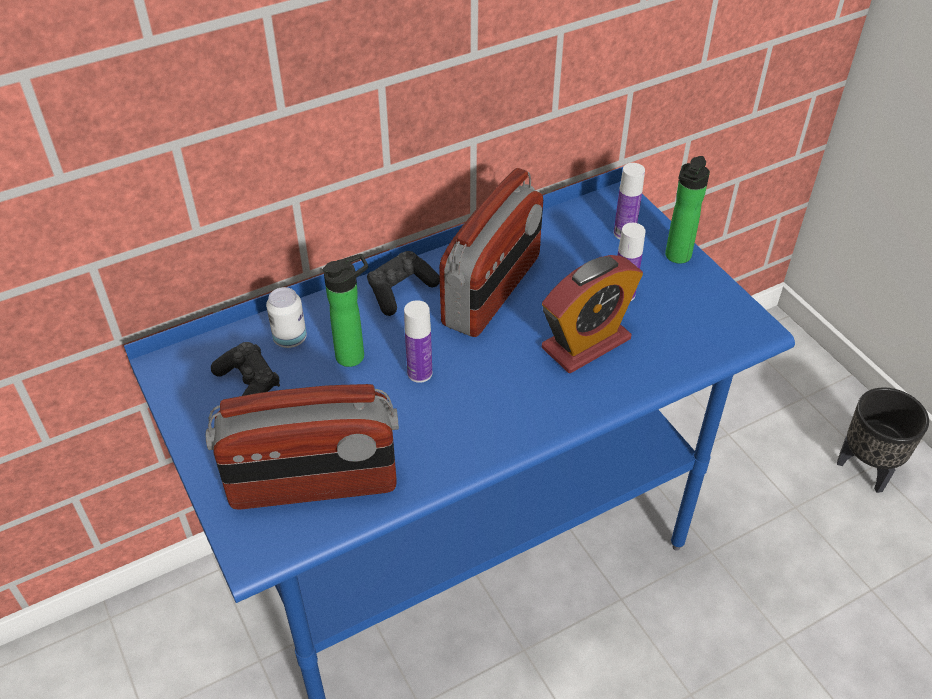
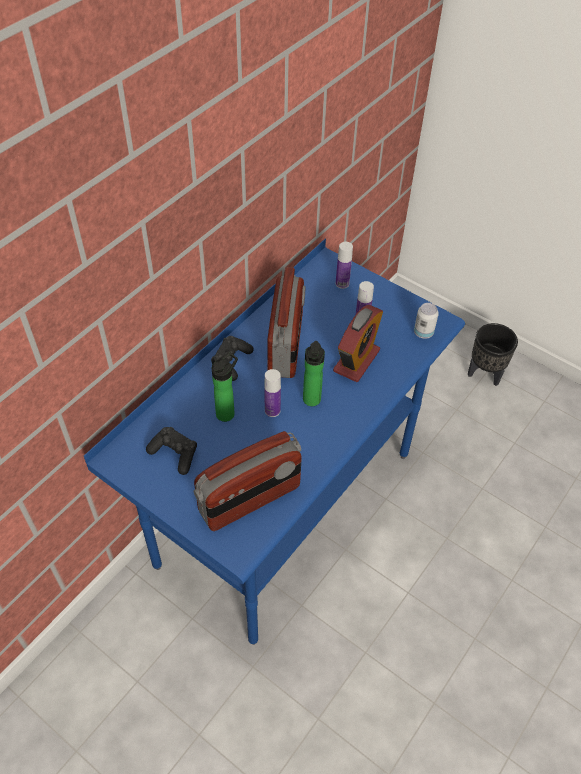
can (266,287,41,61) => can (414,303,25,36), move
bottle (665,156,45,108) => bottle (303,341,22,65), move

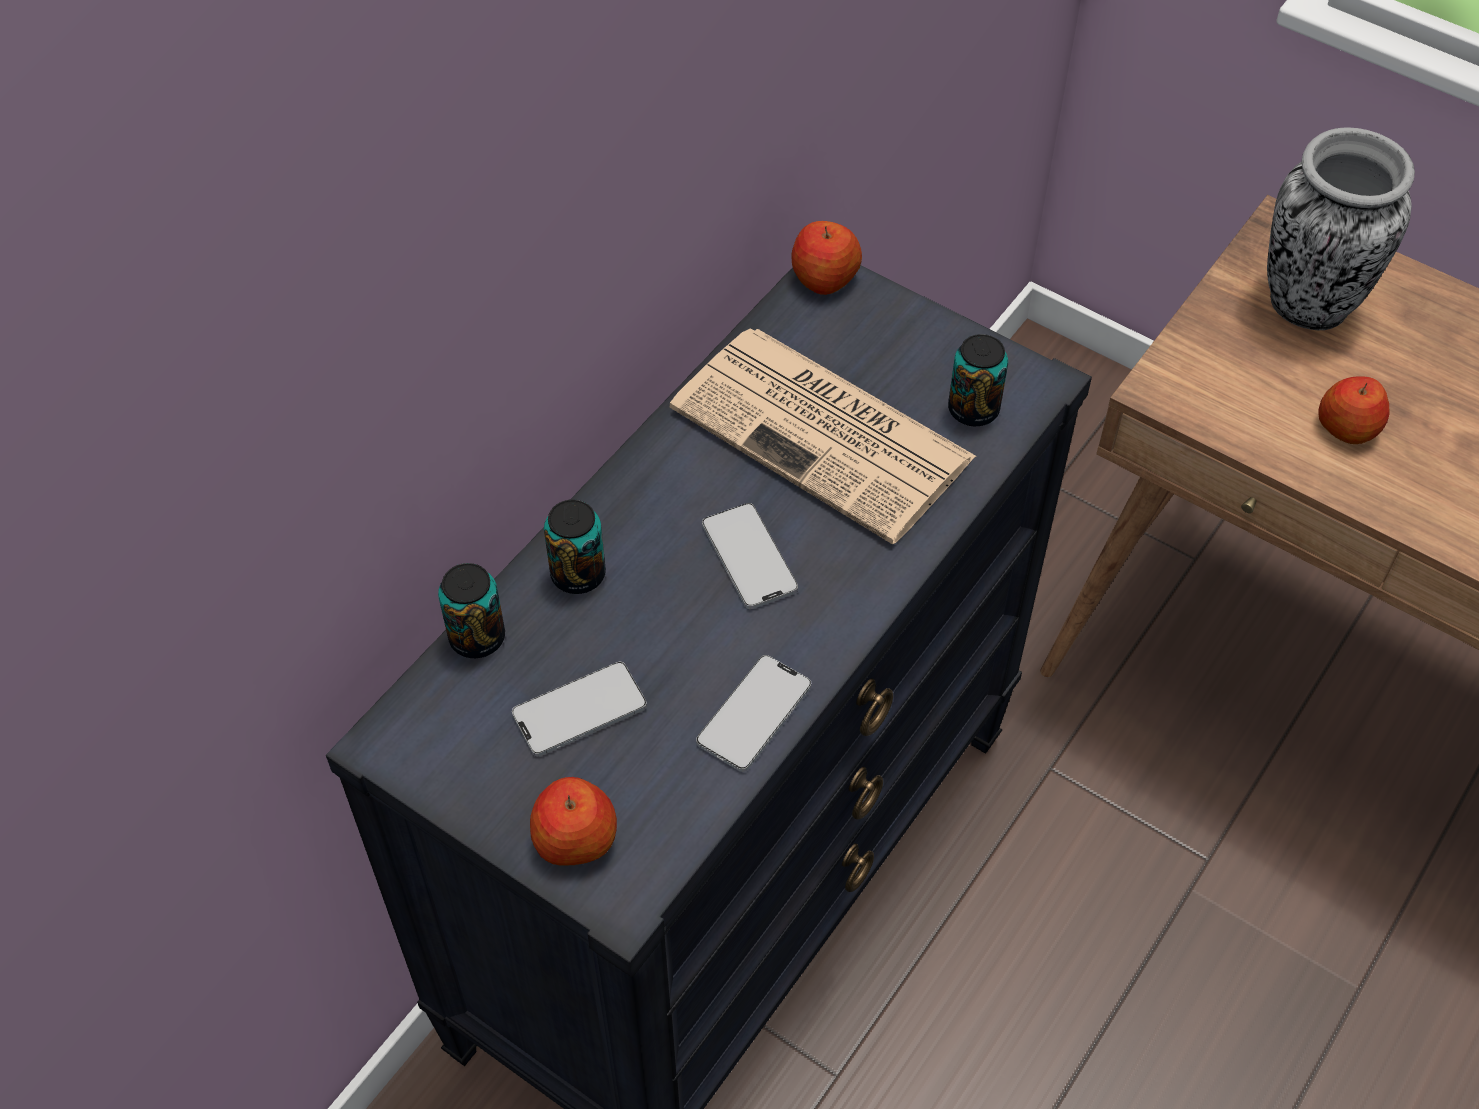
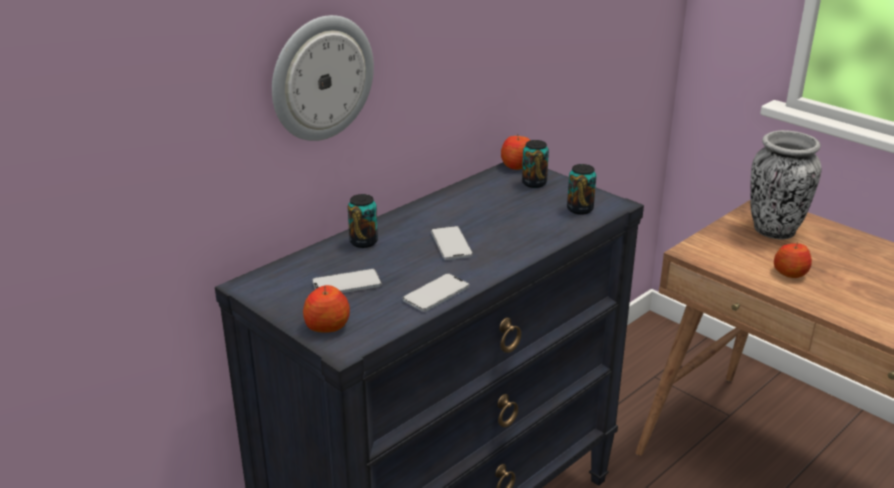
newspaper (670,328,306,216) => nothing
nothing => wall clock (272,15,102,126)
can (438,563,67,95) => can (522,140,27,48), move

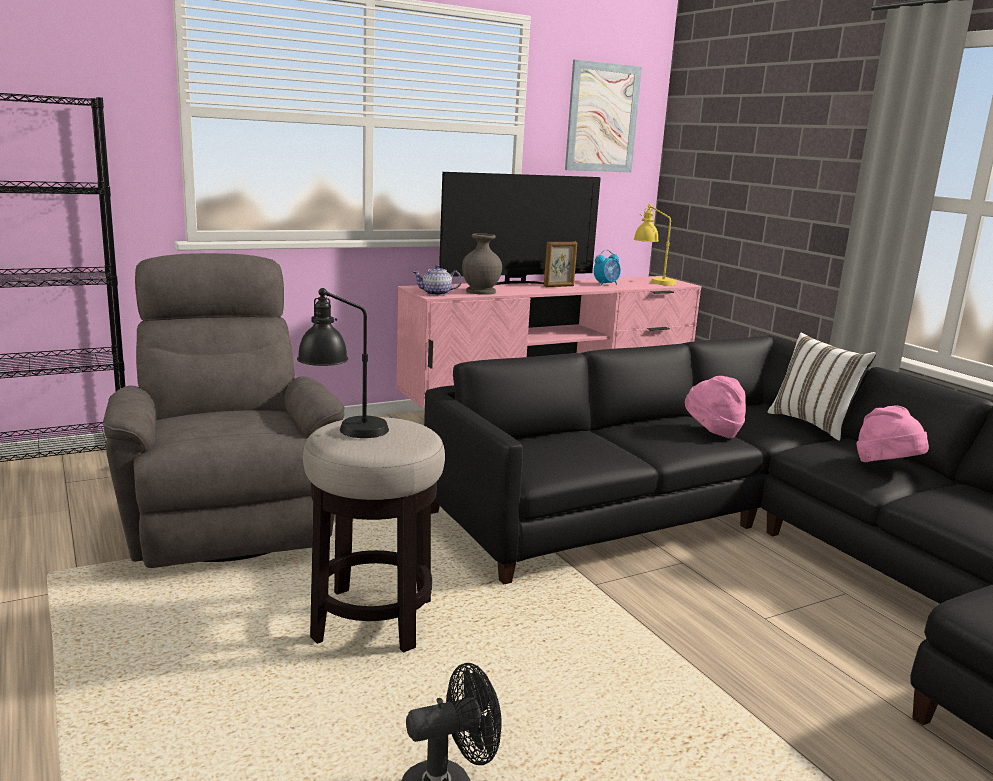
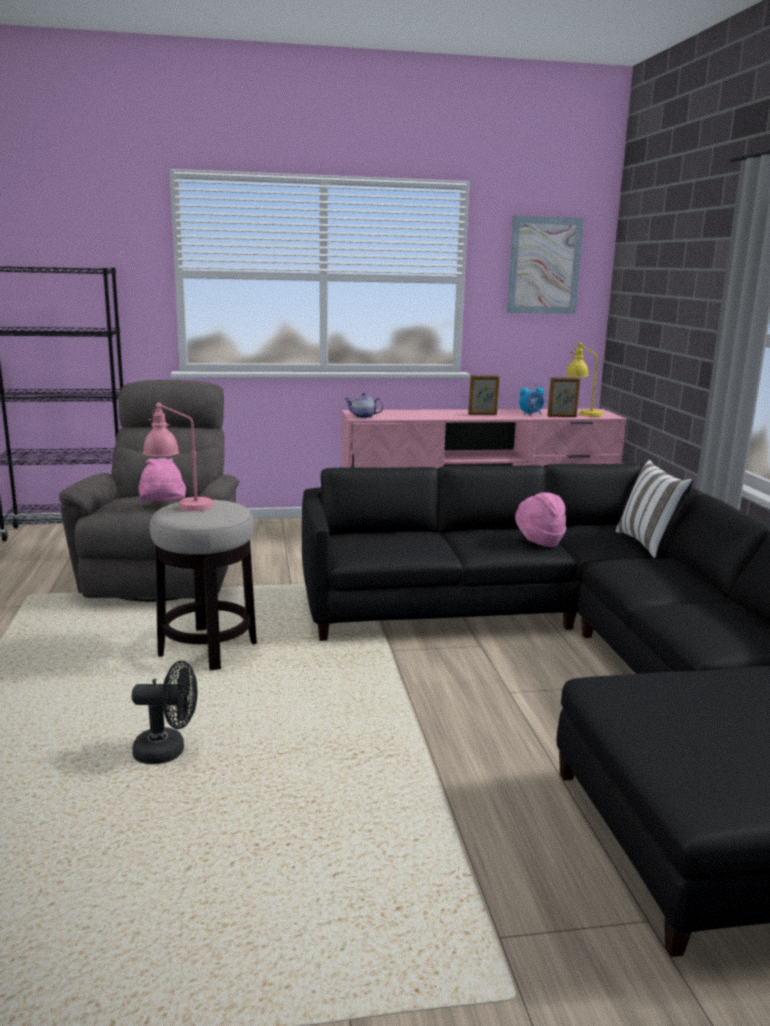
television (439,172,162,113) => nothing
grey vase (462,233,40,62) => nothing
nothing => picture frame (547,377,33,40)
pink hat (856,405,73,57) => pink hat (138,458,48,43), move
black table lamp (297,288,92,150) => pink table lamp (143,402,71,109)

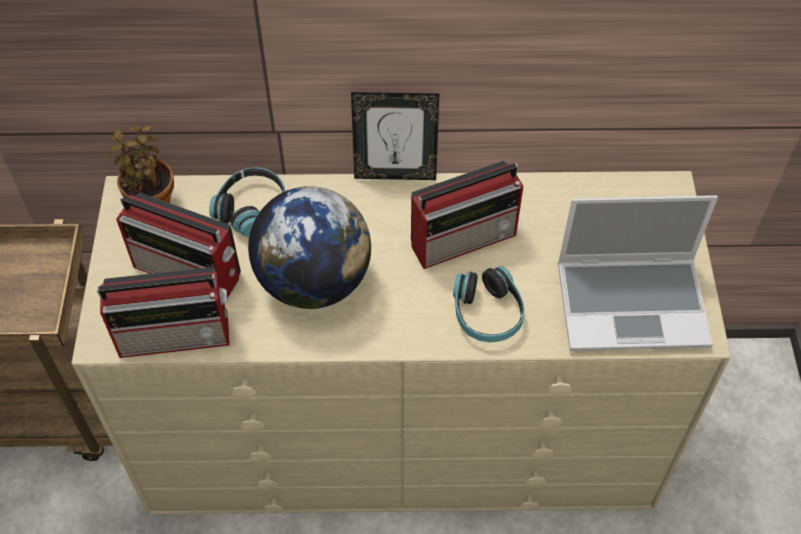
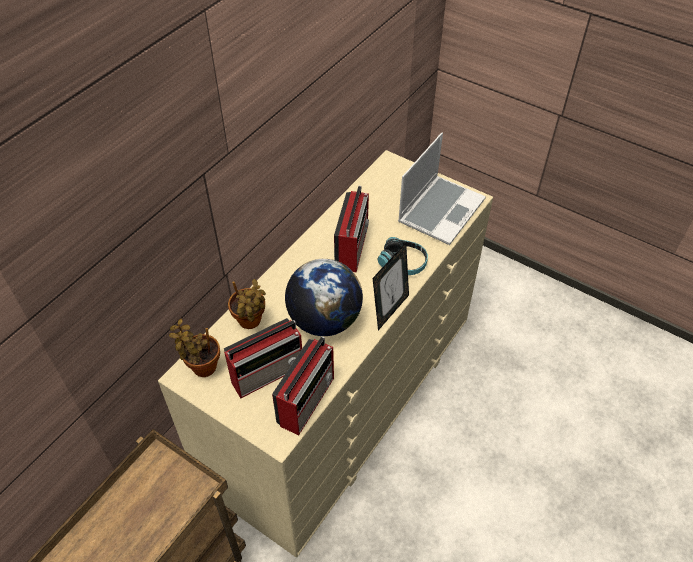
picture frame (351,92,88,88) => picture frame (373,243,36,87), move
headphones (209,167,76,70) => potted plant (228,279,38,50)

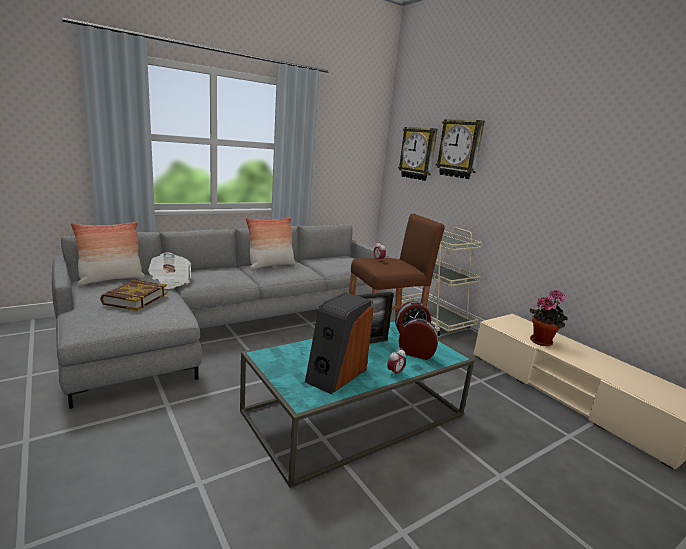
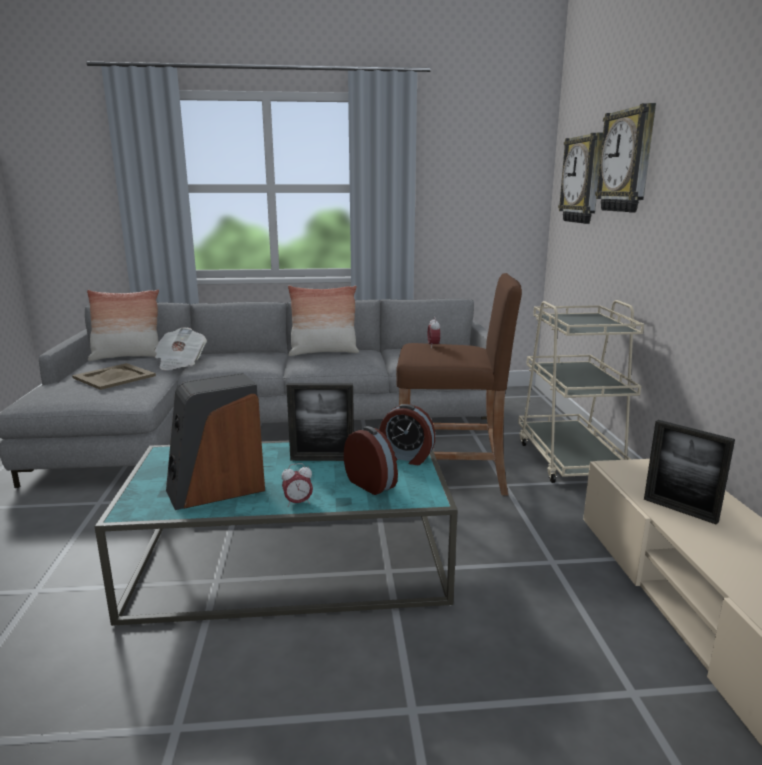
book (100,280,67,31) => beige tray (72,363,84,27)
potted plant (530,290,38,56) => picture frame (644,420,91,105)

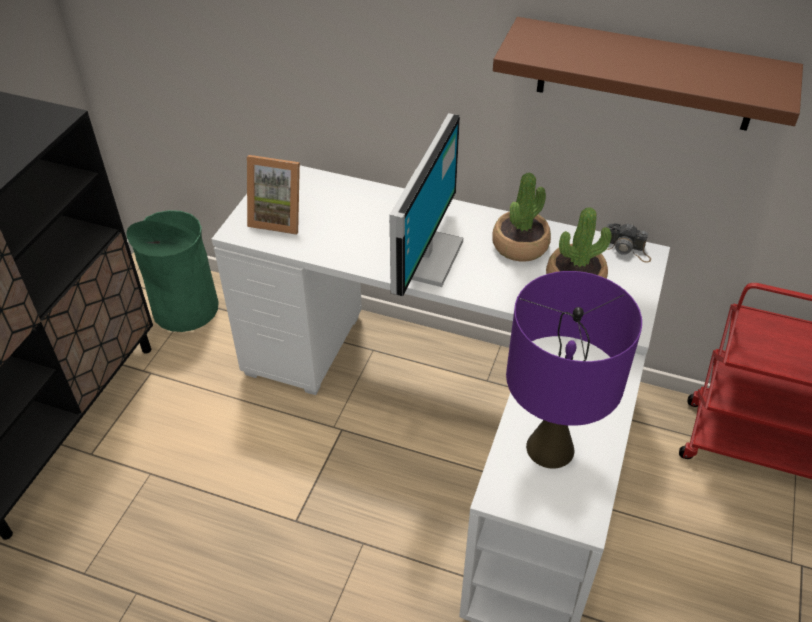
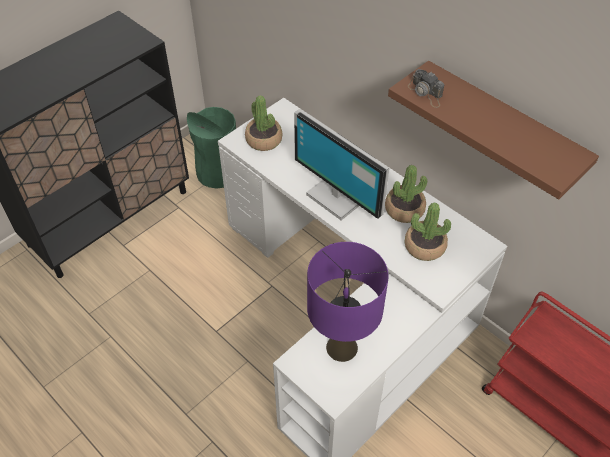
photo camera (607,223,44,39) => photo camera (408,69,36,39), move
picture frame (247,155,53,80) => potted plant (245,95,38,56)
monitor (389,113,74,183) => monitor (294,109,95,111), 90 degrees clockwise

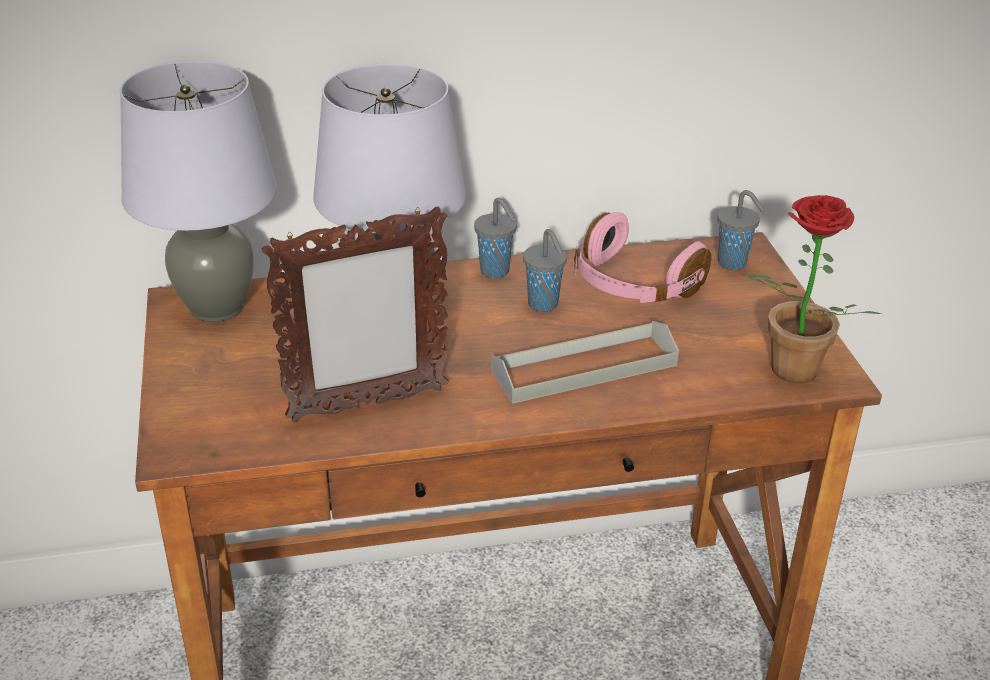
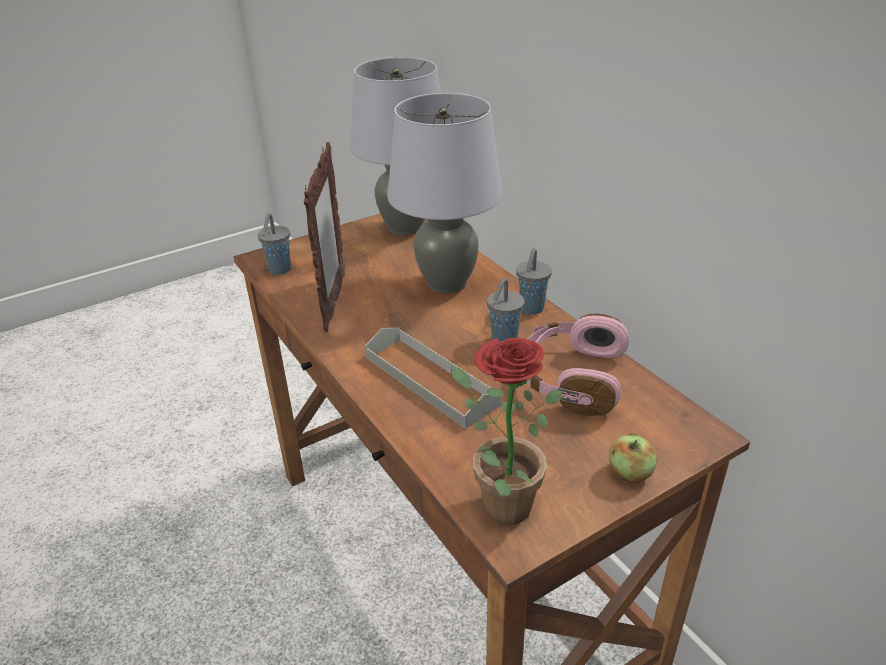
nothing => apple (609,434,48,49)
grey cup (717,190,48,80) => grey cup (258,213,33,62), move
picture frame (262,206,186,216) => picture frame (304,142,41,190), 135 degrees counterclockwise

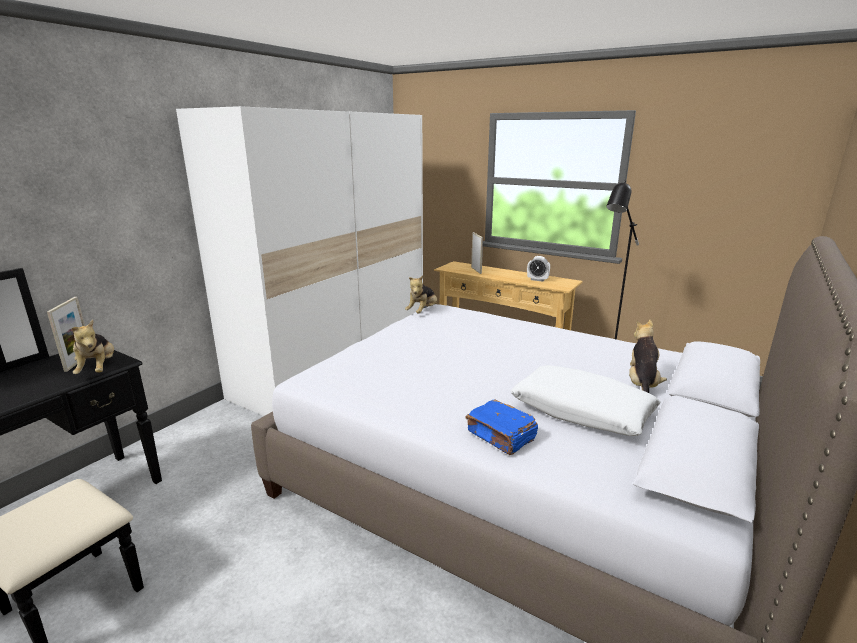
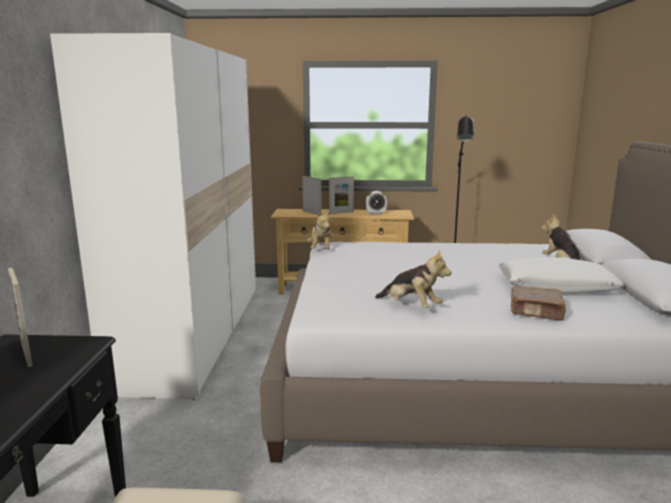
nothing => picture frame (329,176,25,38)
plush toy (71,320,43,54) => plush toy (375,250,76,58), move
blue book (466,400,72,55) => brown book (511,286,55,35)

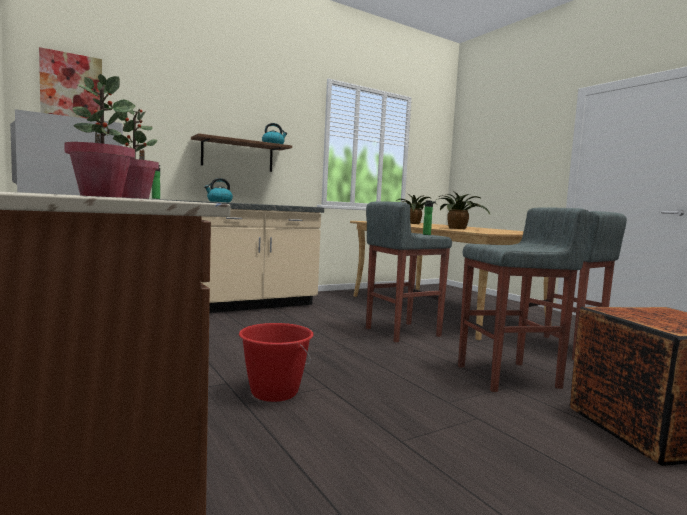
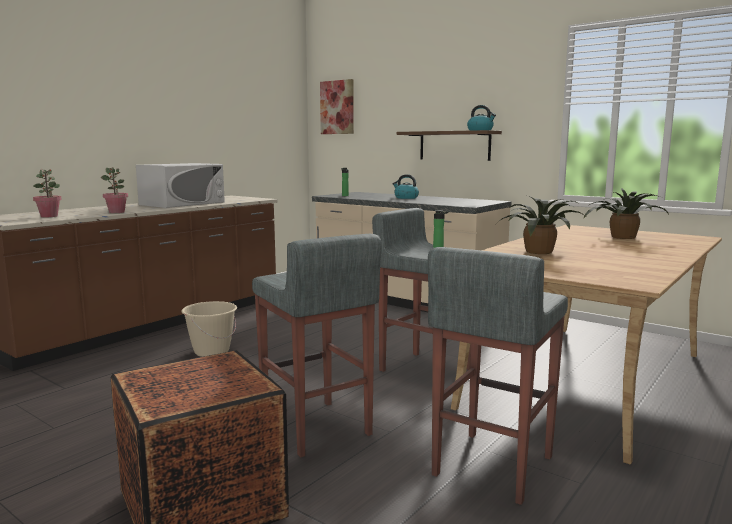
red bucket (239,323,75,79) => beige bucket (182,301,55,56)

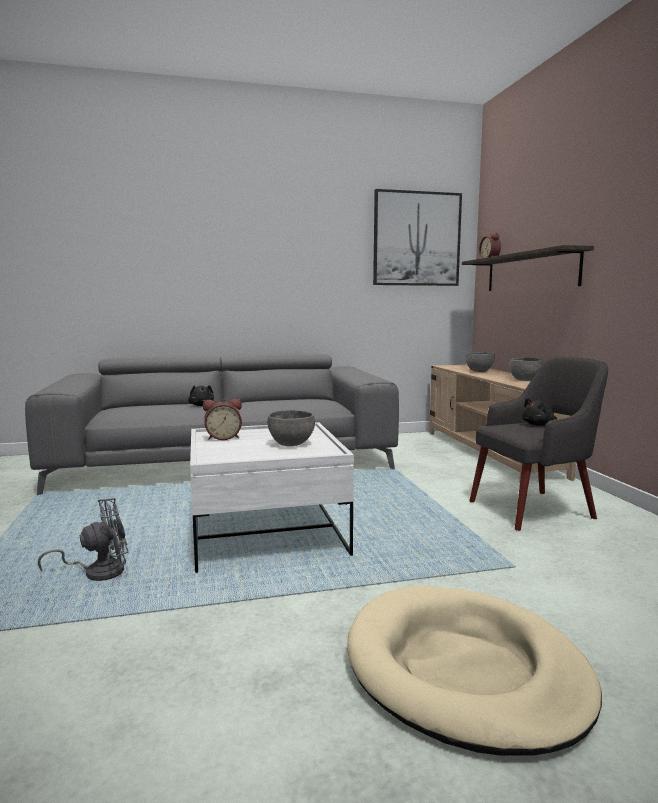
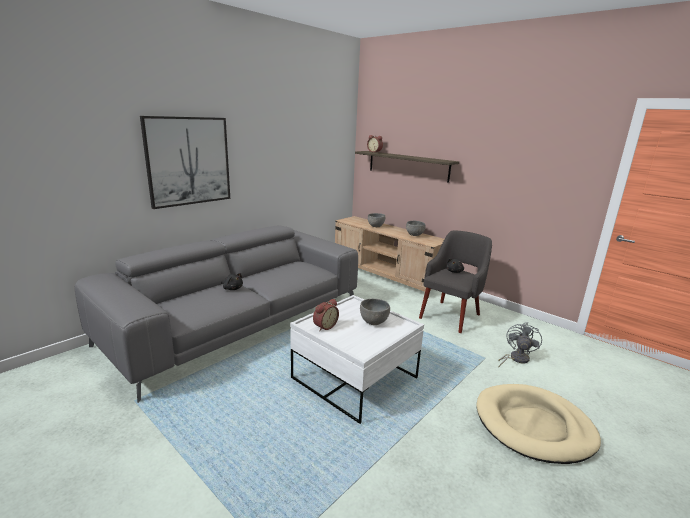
grey fan (38,498,90,83) => grey fan (498,323,44,45), move
picture (373,189,89,97) => picture (140,116,90,93), move

